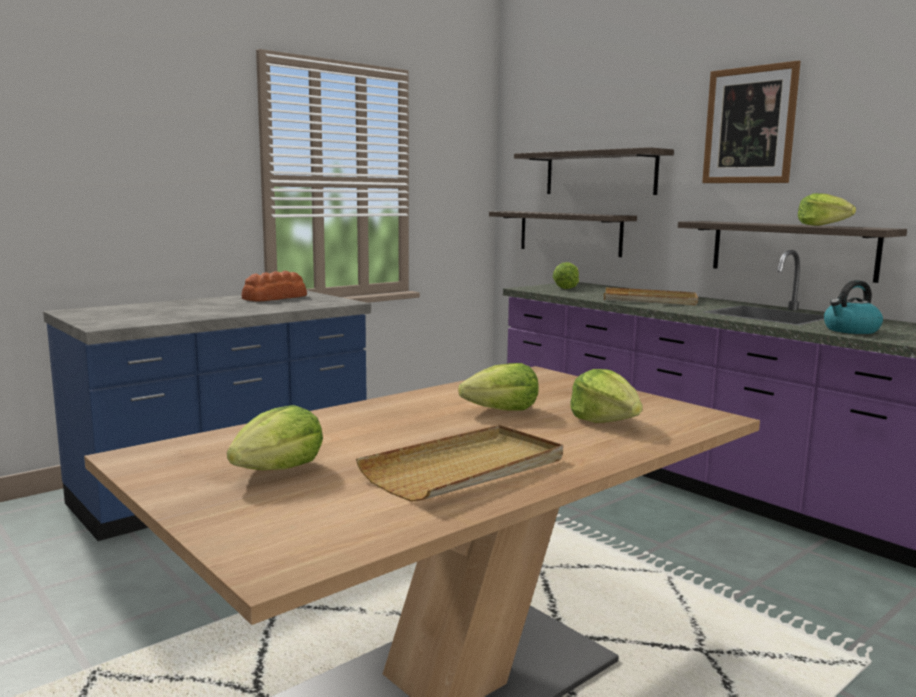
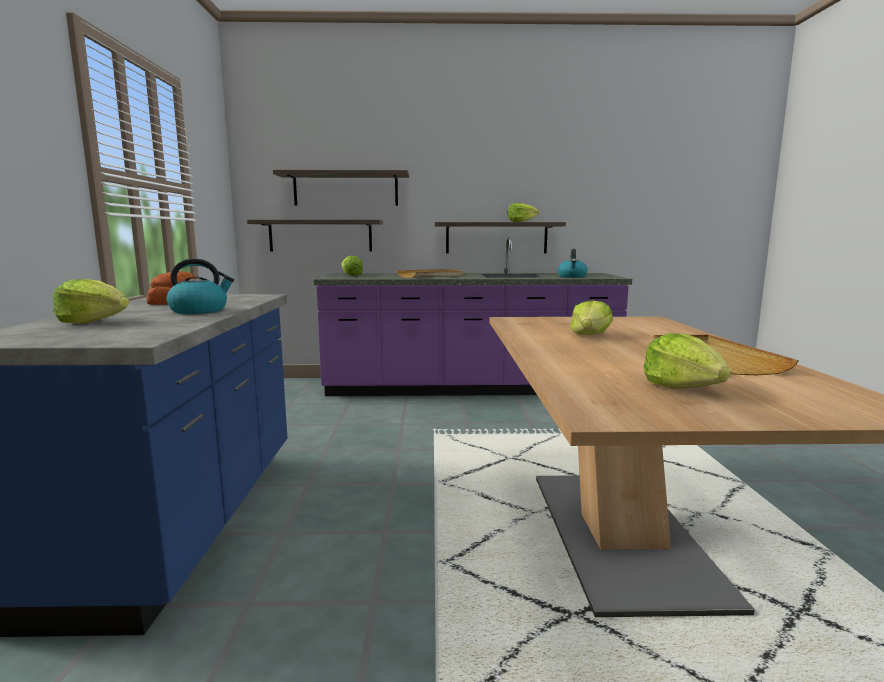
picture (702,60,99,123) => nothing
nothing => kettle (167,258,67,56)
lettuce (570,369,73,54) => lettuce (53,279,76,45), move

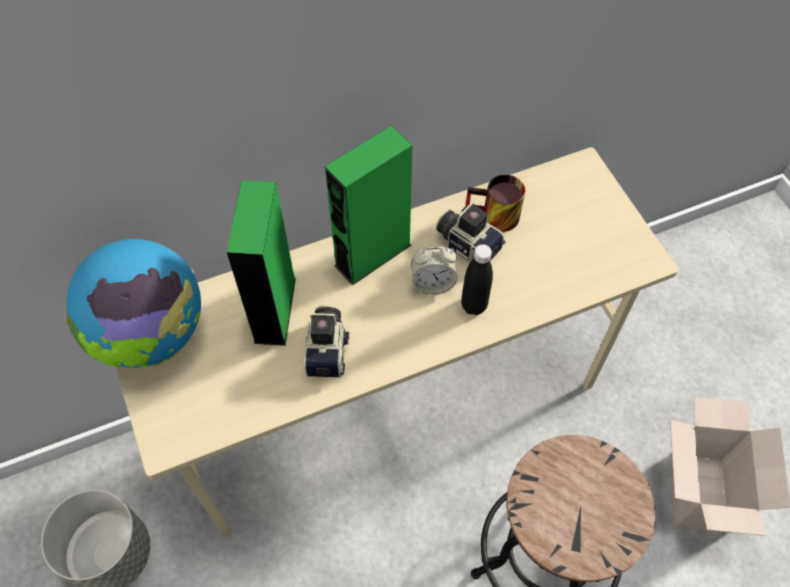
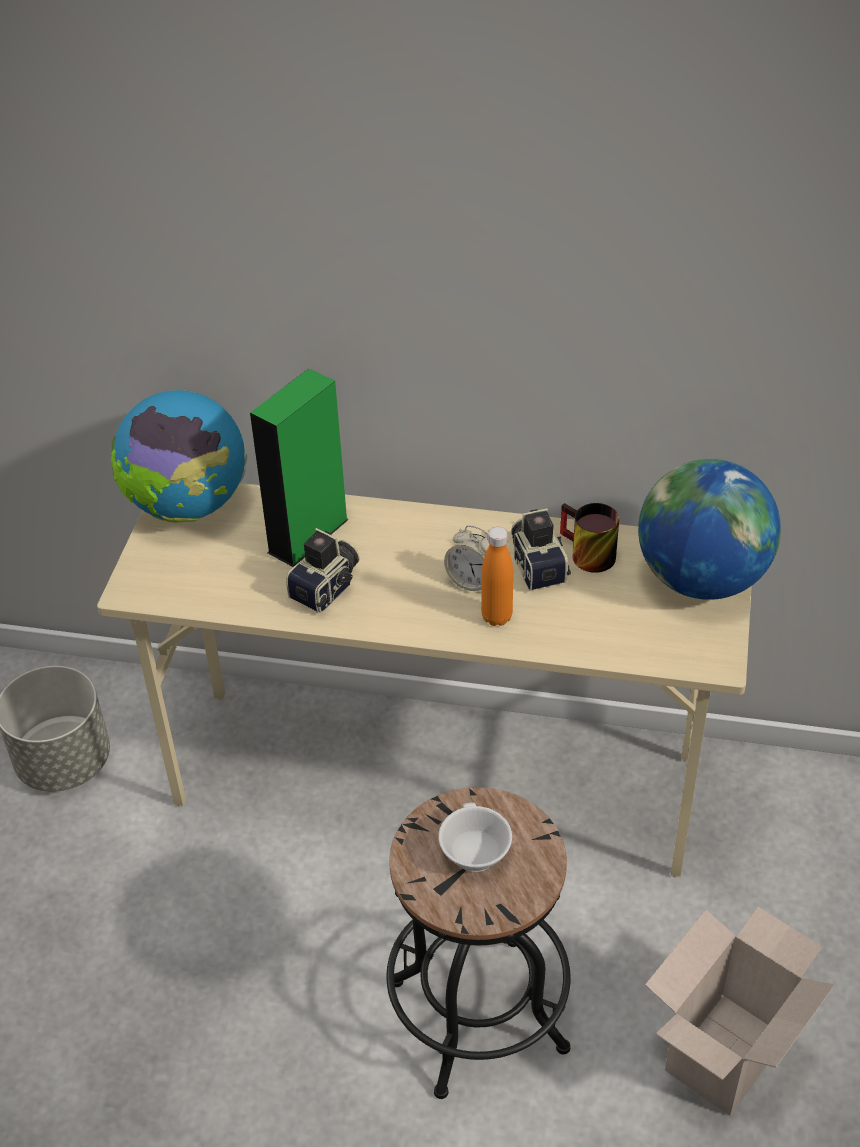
green speaker (325,125,87,161) => nothing
nothing => white cup (438,802,74,70)
nothing => globe (638,459,143,141)
black bottle (461,244,32,71) => orange bottle (481,527,32,99)

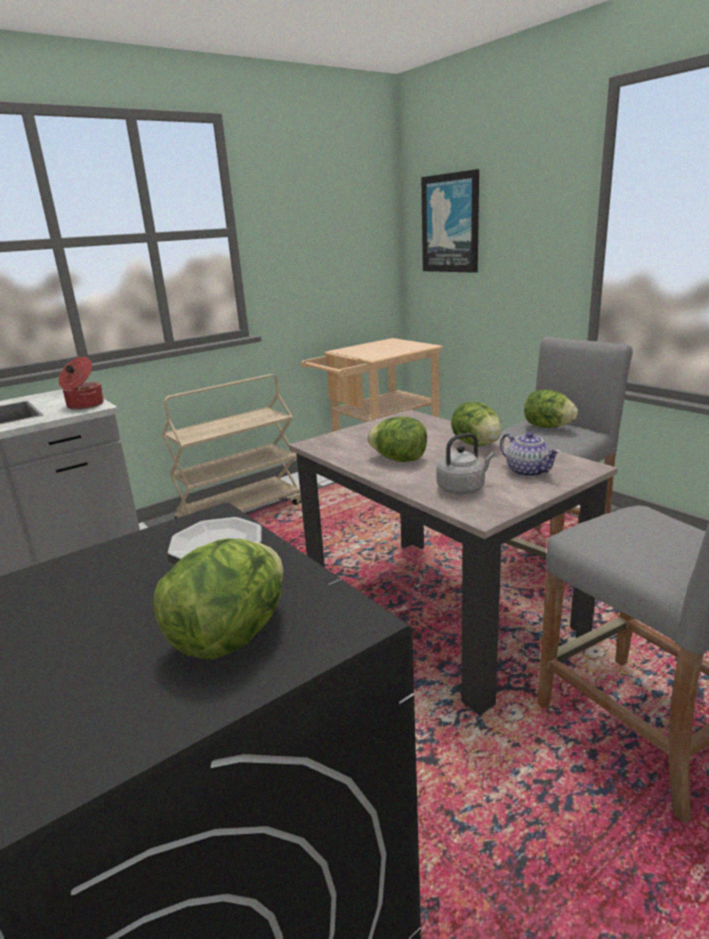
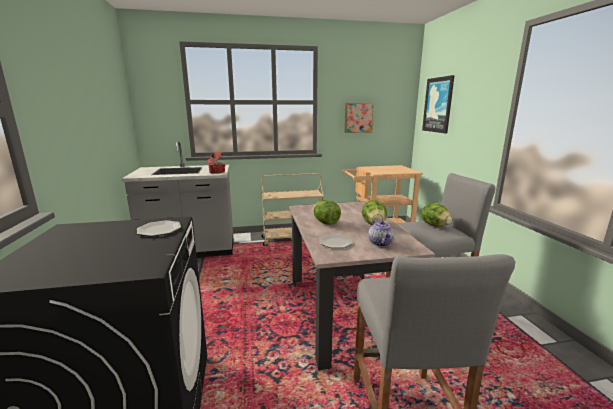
lettuce (153,538,130,122) => nothing
nothing => picture (345,103,29,30)
grey kettle (436,433,59,61) => plate (320,235,33,13)

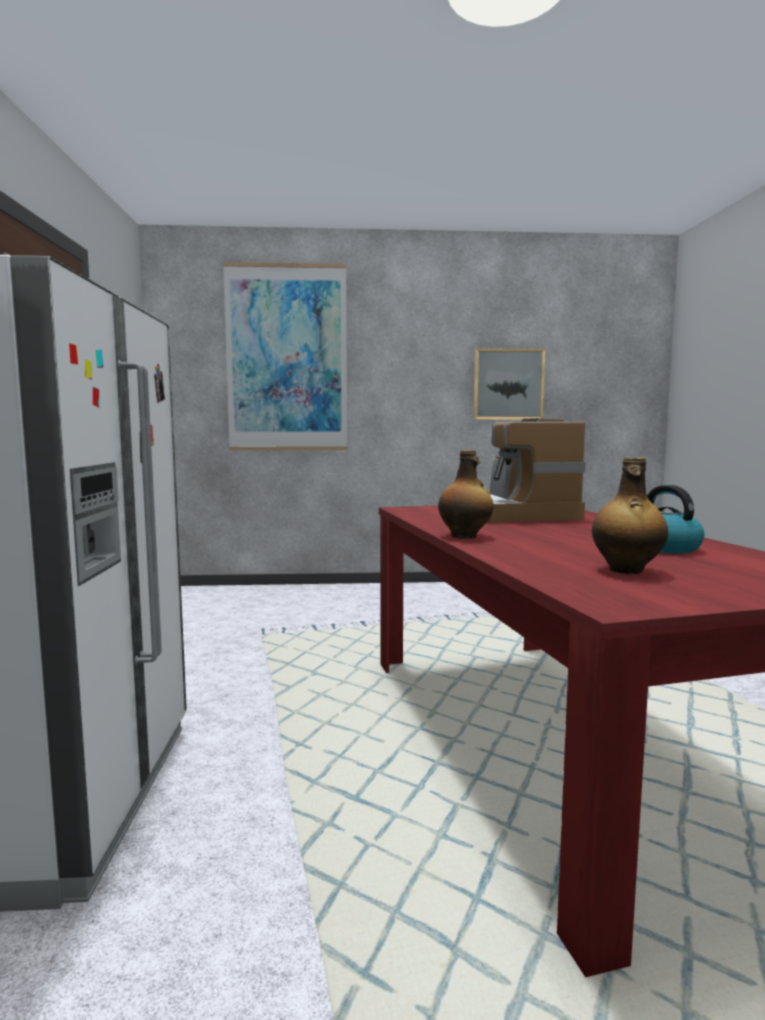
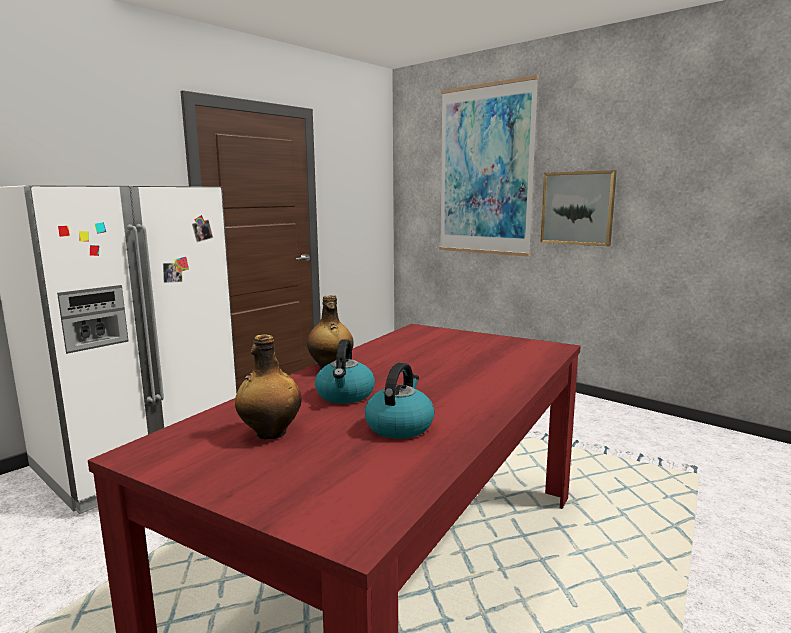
coffee machine (489,418,96,105) => nothing
nothing => kettle (315,339,60,65)
picture (474,348,71,72) => picture (540,170,77,76), move

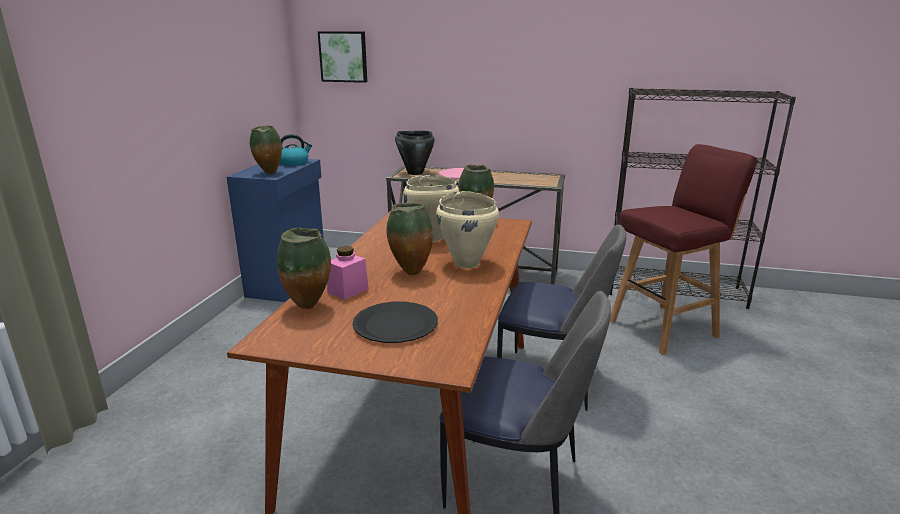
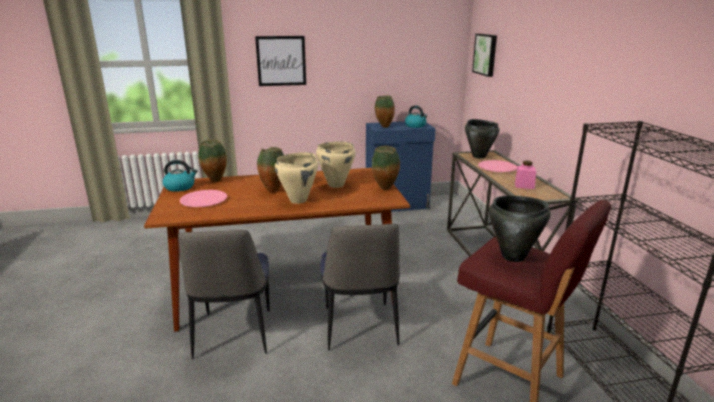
nothing => kettle (163,160,35,32)
nothing => picture (255,36,51,50)
nothing => black cooking pot (489,195,61,67)
pink jar (327,246,42,54) => pink jar (515,161,21,28), move
black plate (352,302,86,41) => pink plate (179,190,48,17)

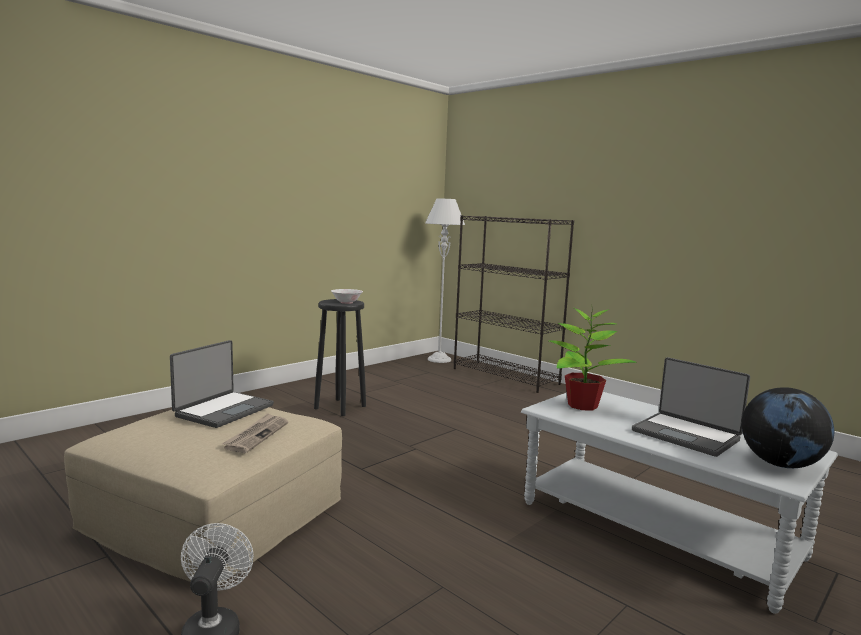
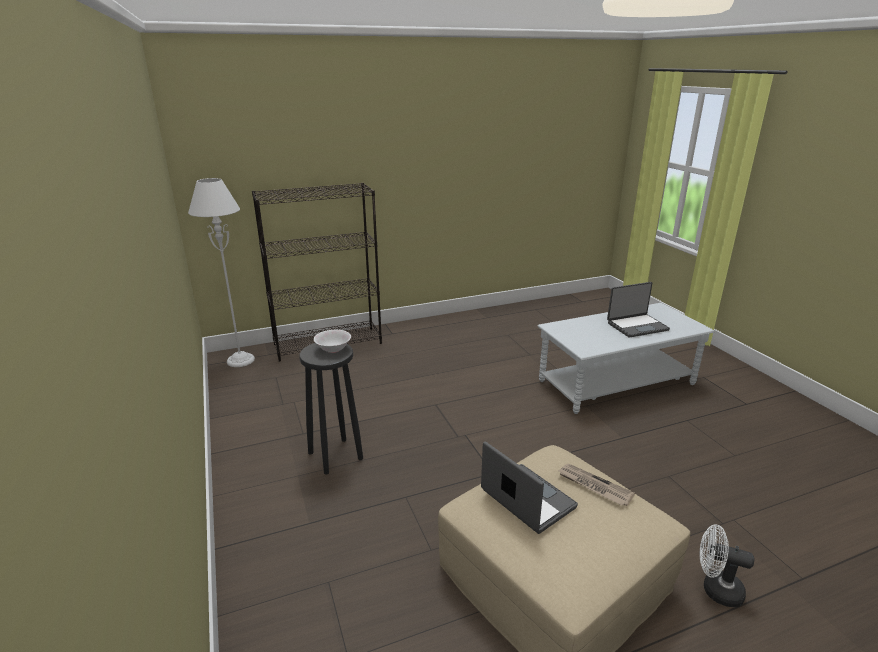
potted plant (549,308,88,102) => nothing
globe (742,387,92,81) => nothing

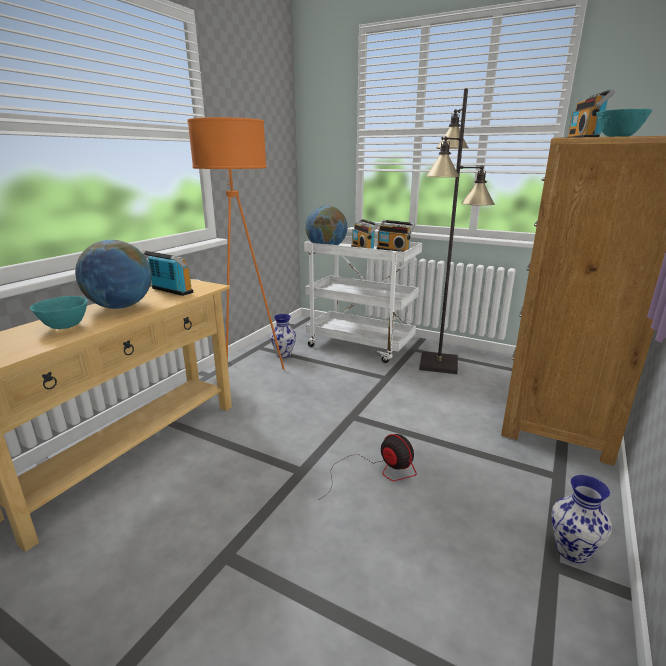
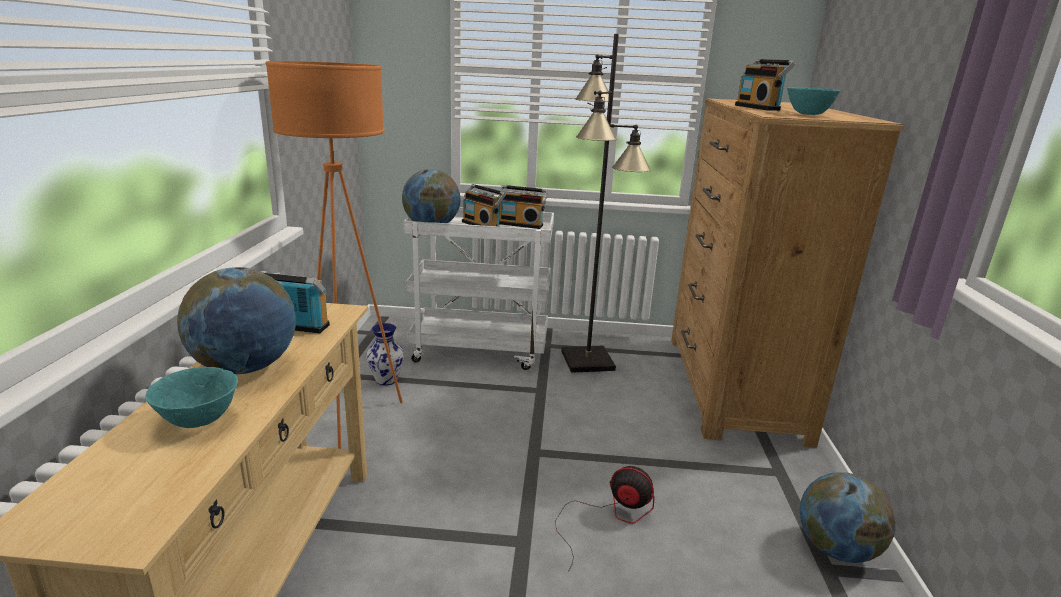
vase (551,475,61,88) => globe (800,472,96,91)

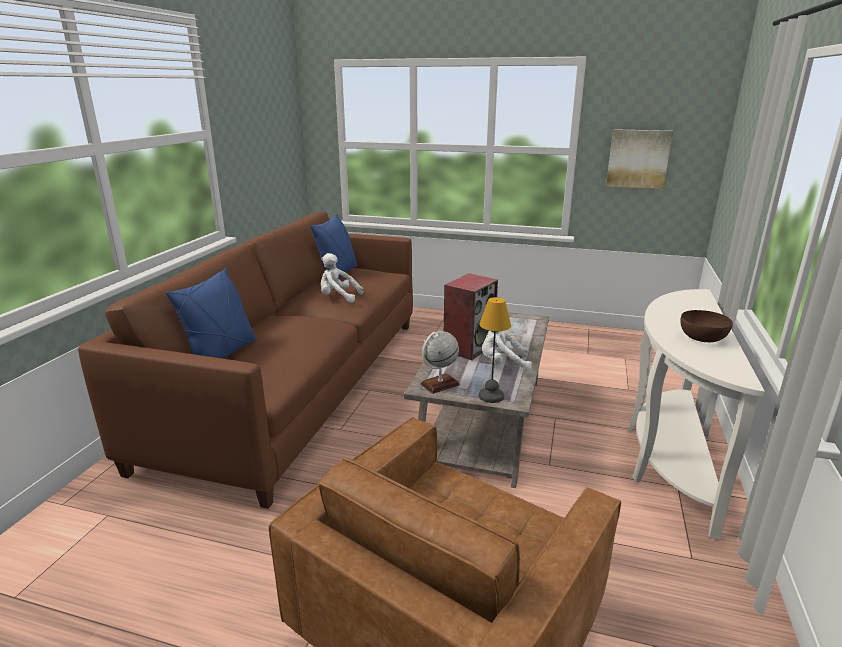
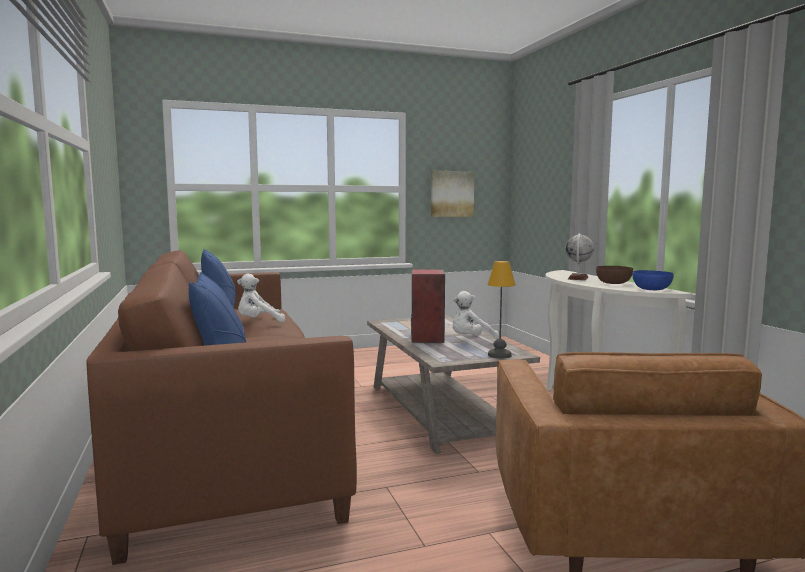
nothing => blue bowl (632,270,42,20)
globe (421,331,39,63) => globe (565,233,29,47), move

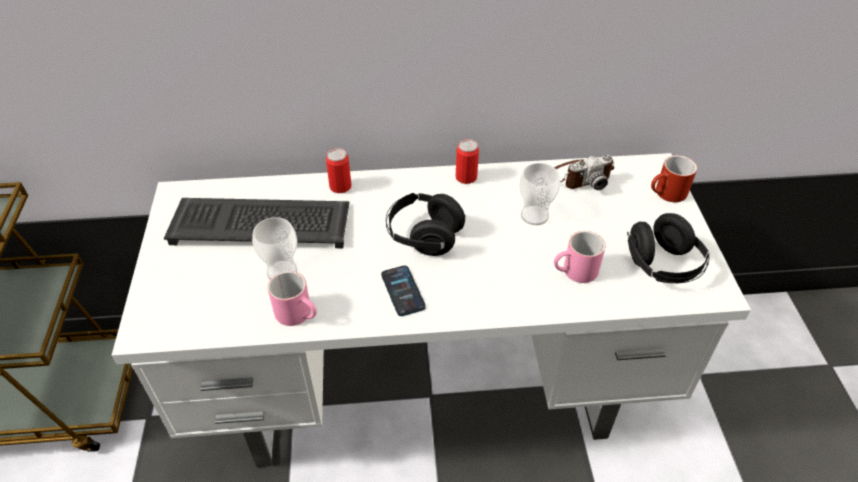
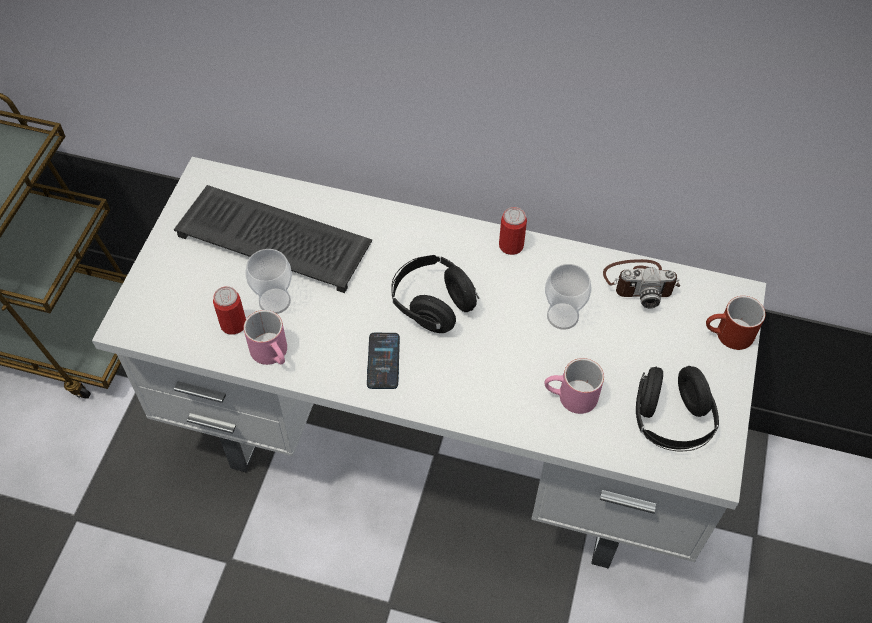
can (326,148,25,45) => can (213,286,33,49), move

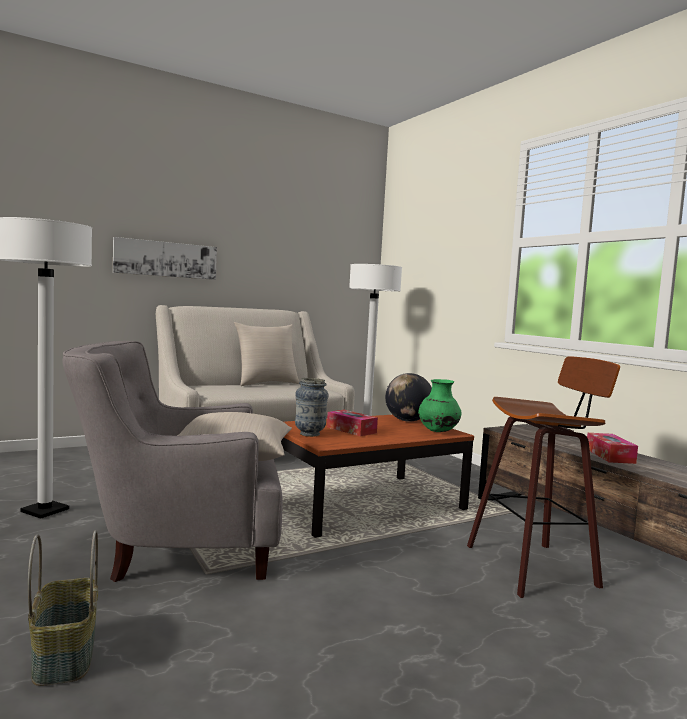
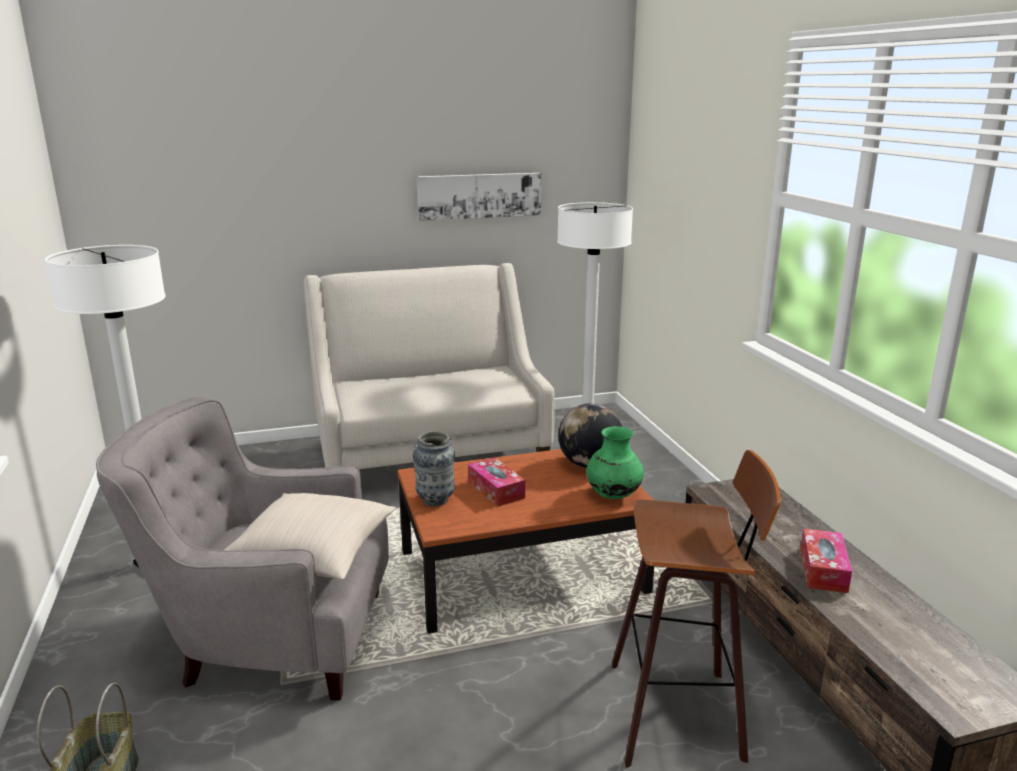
beige pillow (234,322,65,64) => nothing
picture (113,237,104,43) => picture (417,173,124,48), move

